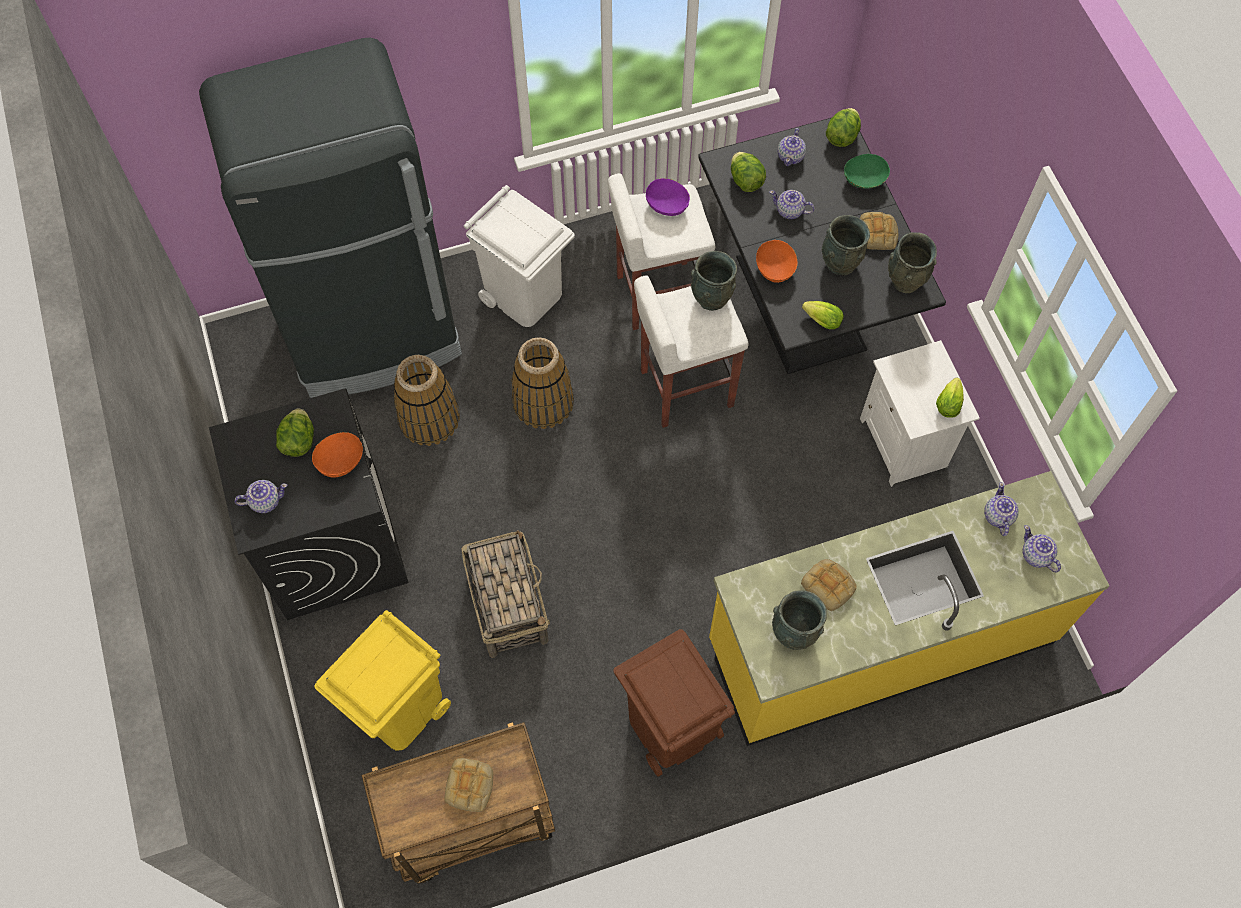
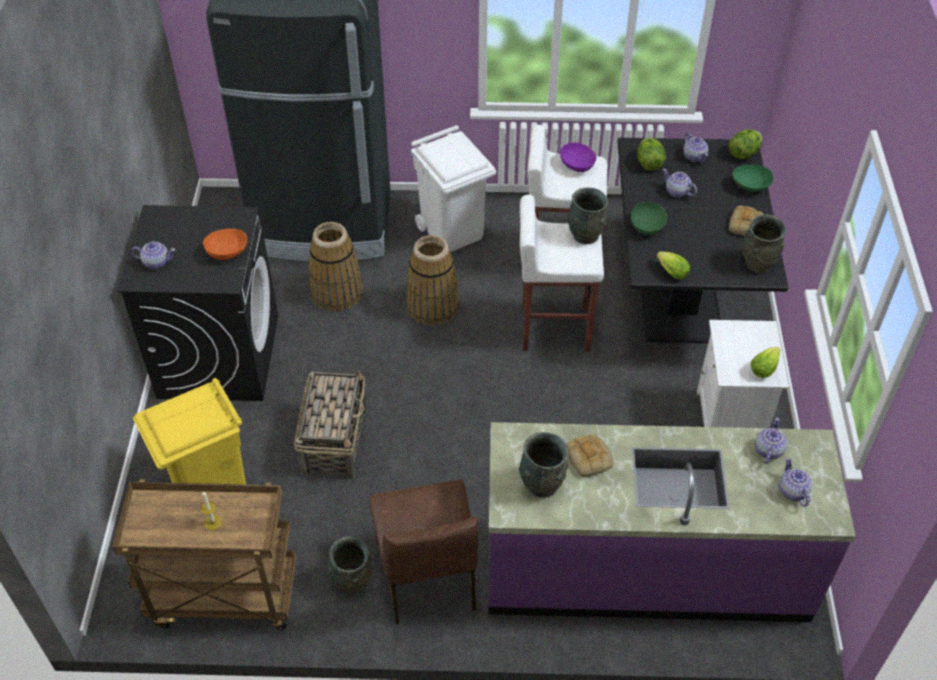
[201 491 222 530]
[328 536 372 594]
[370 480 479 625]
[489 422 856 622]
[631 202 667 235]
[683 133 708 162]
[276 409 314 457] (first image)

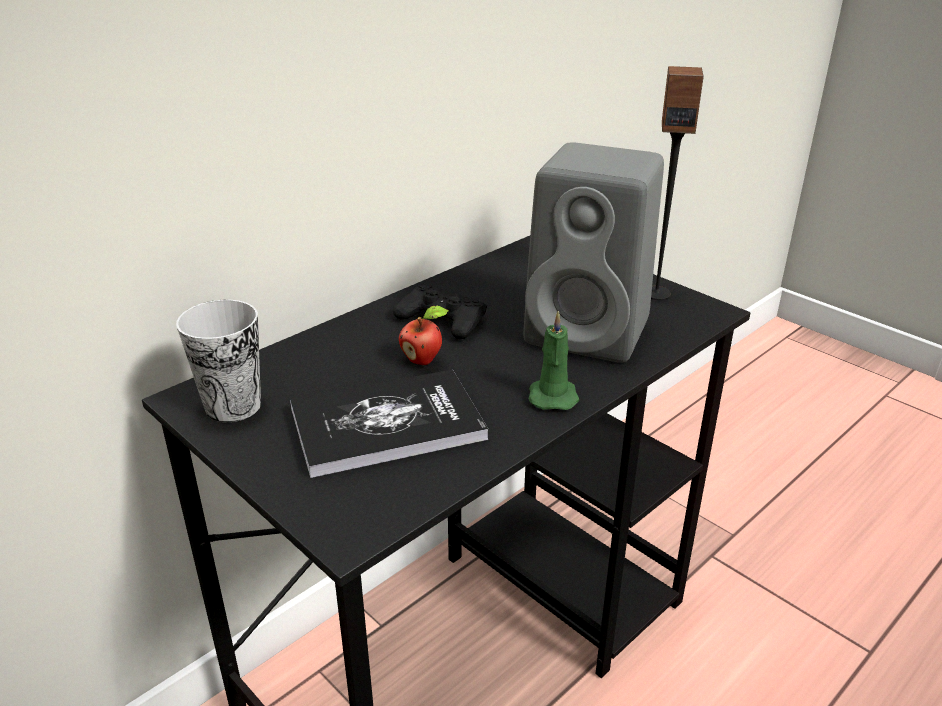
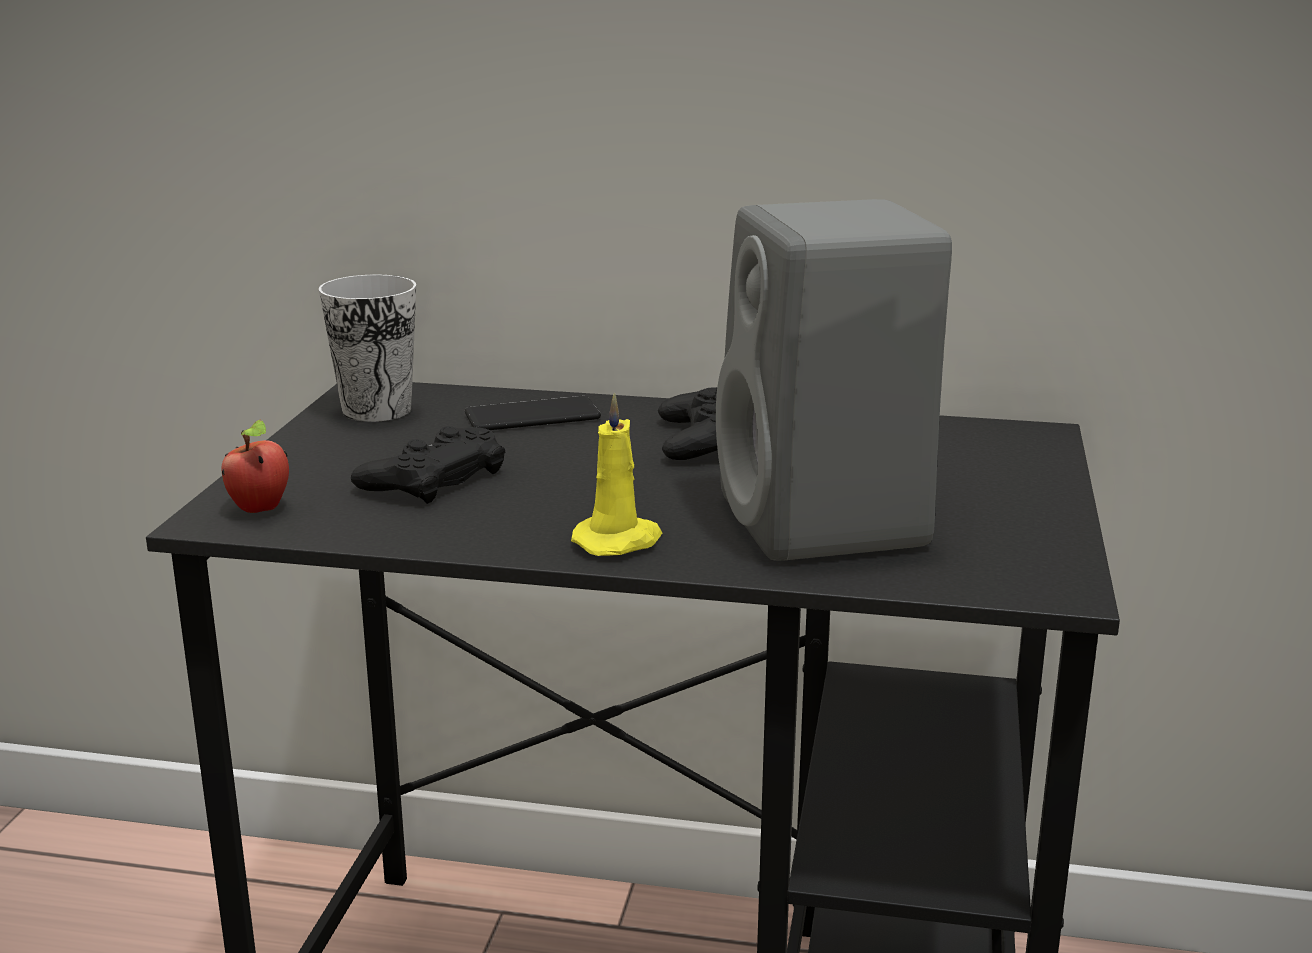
[222 420 289 513]
[351 426 505 504]
[465 396 601 430]
[571 392 662 556]
[651 66 704 300] (first image)

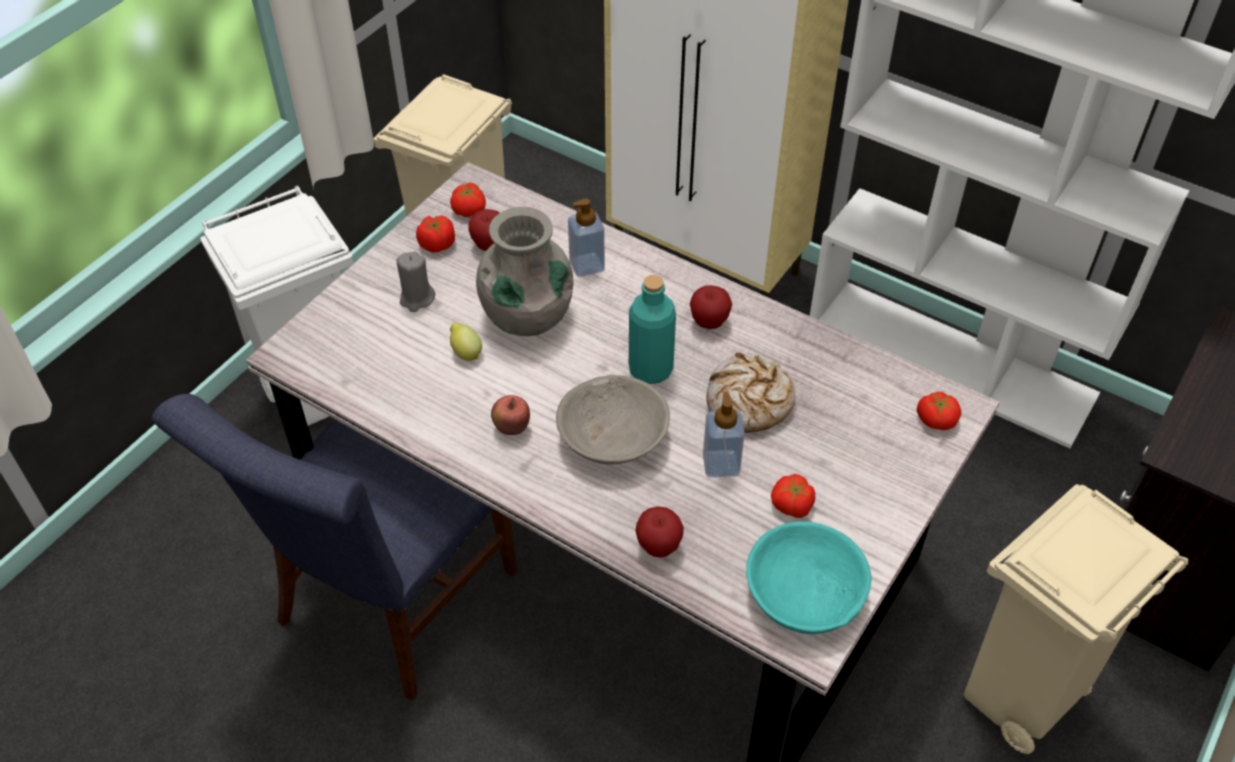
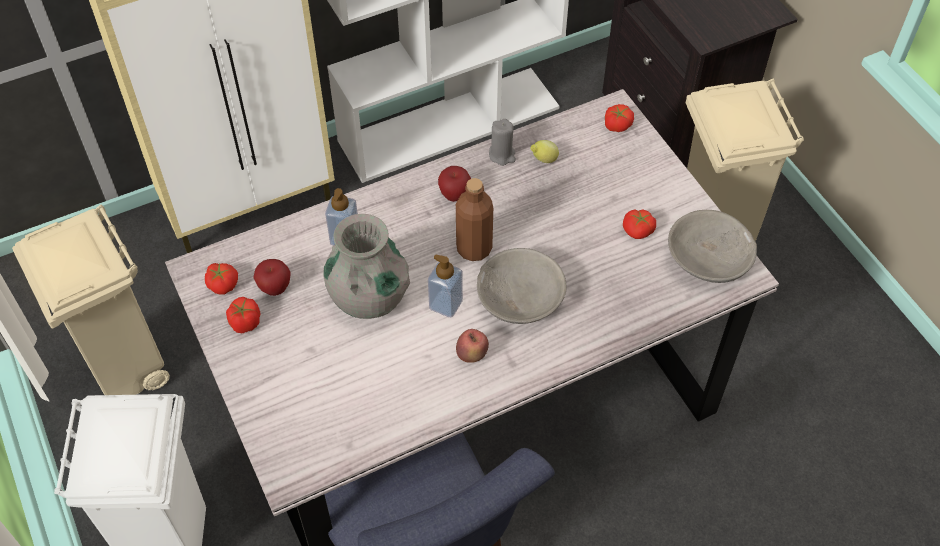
[428 254 463 317]
[456 178 493 261]
[489 119 516 166]
[530 140 559 163]
[668 210 757 283]
[635 506 684 558] (first image)
[706 352 795 433] (first image)

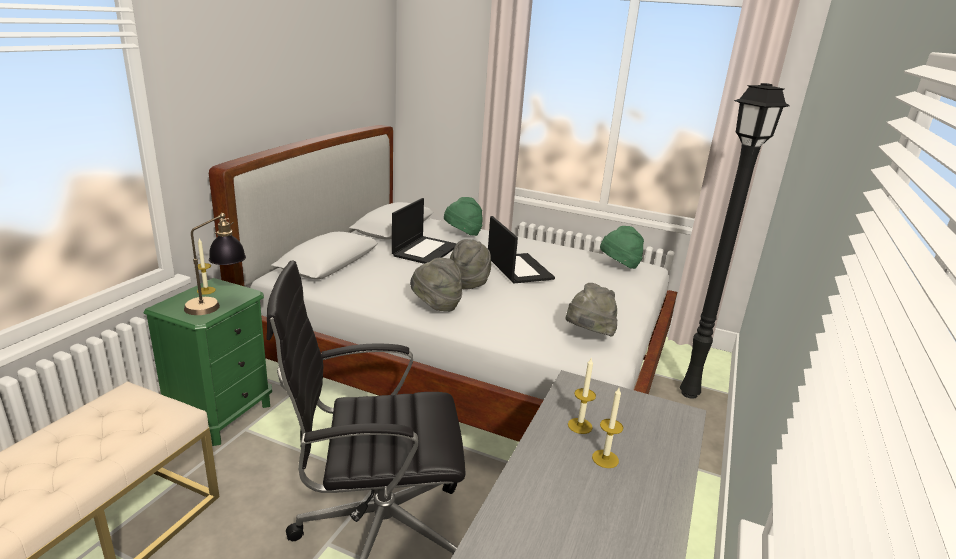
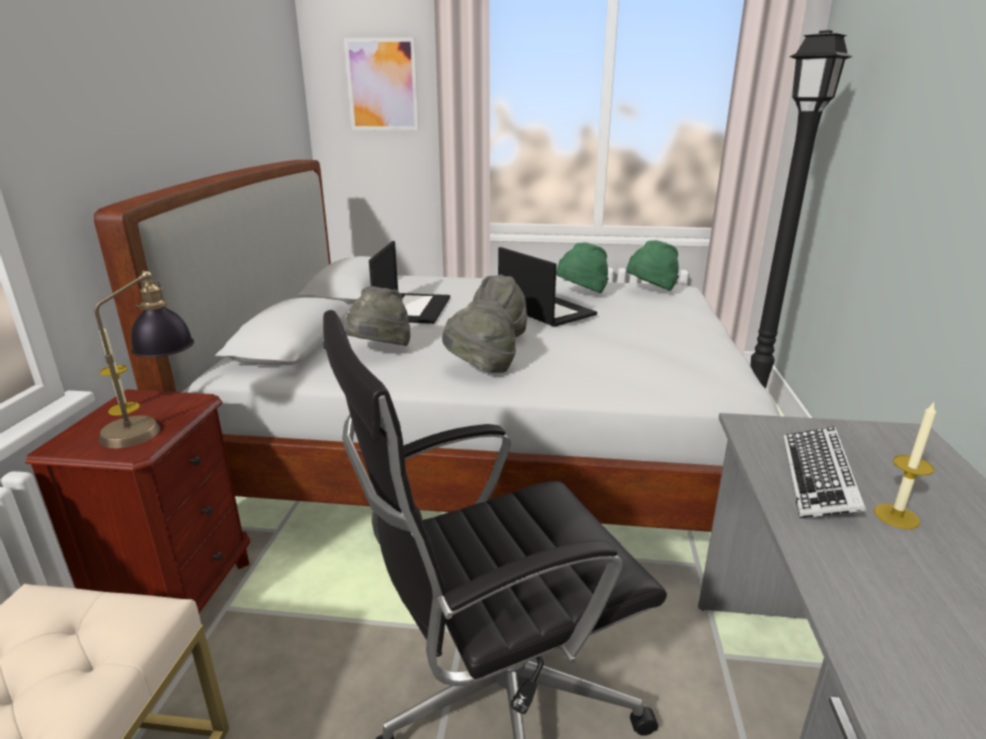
[25 389 250 613]
[344 37 419 131]
[345 286 411 346]
[556 242 609 293]
[783 427 866 518]

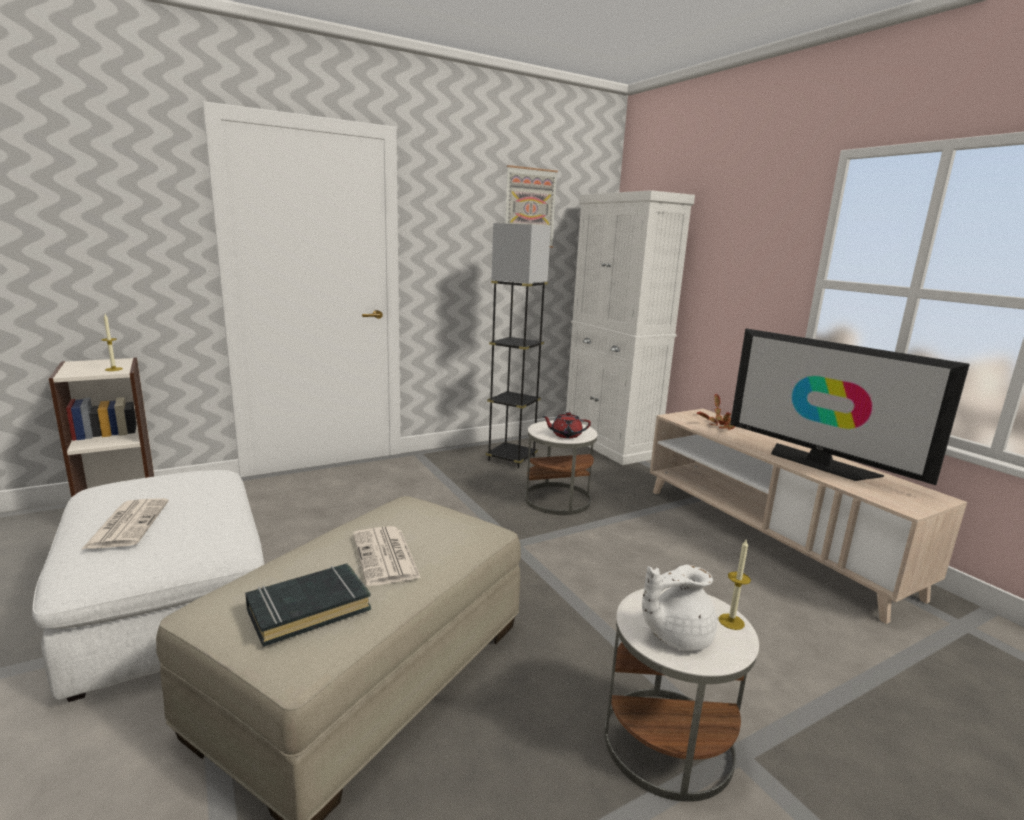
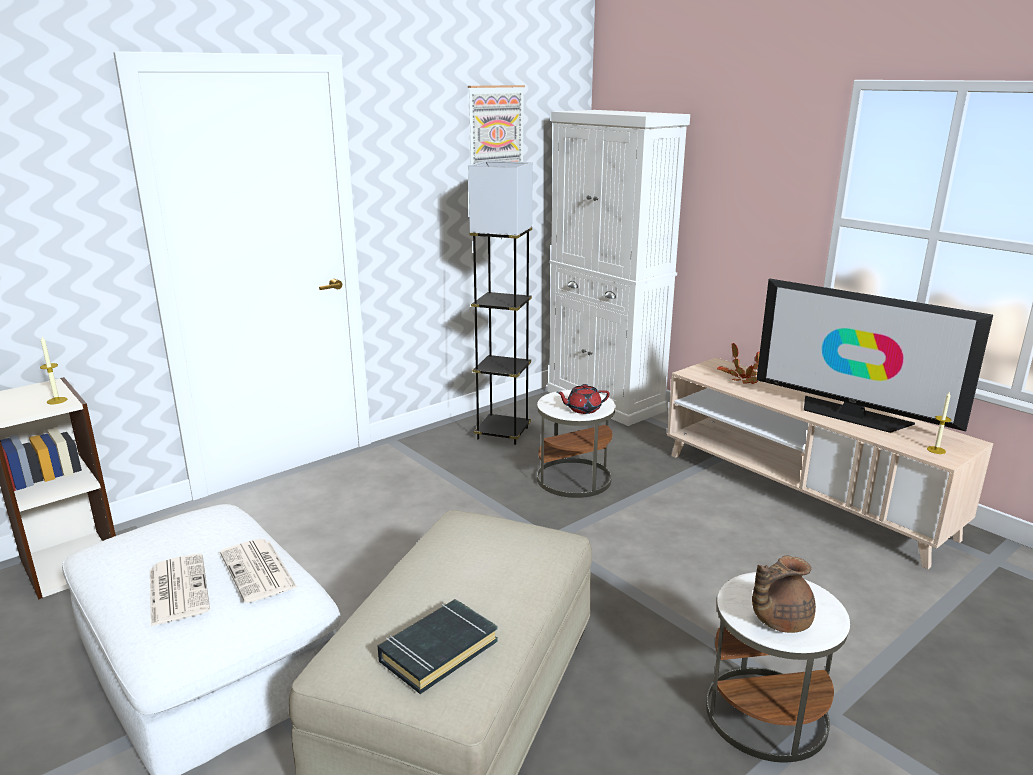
[220 539 298 603]
[752 556 816 633]
[927 392 952 454]

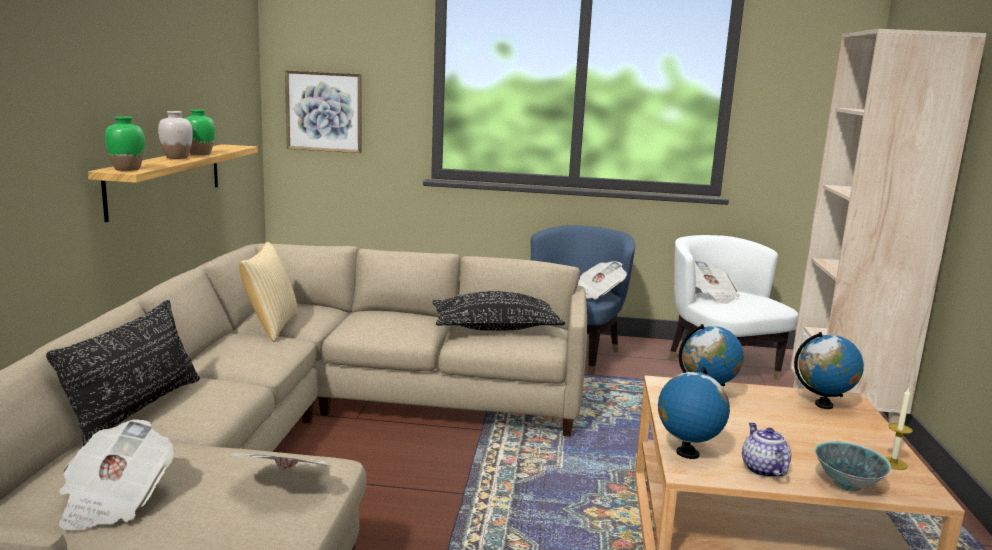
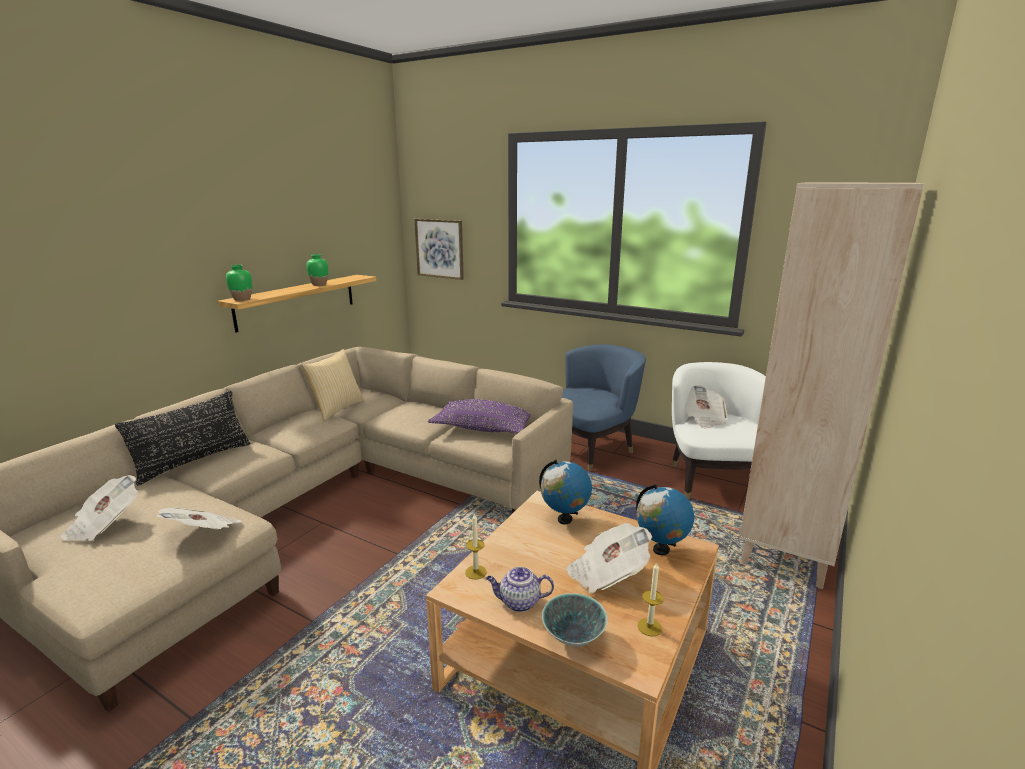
[428 399 531 434]
[465 513 487 579]
[486 567 554 612]
[566 523 652 594]
[158 111 193 159] (first image)

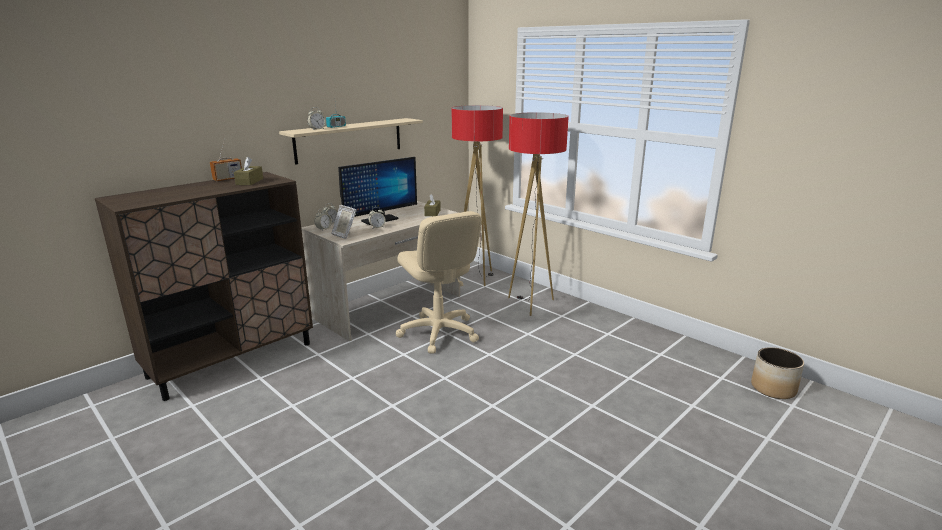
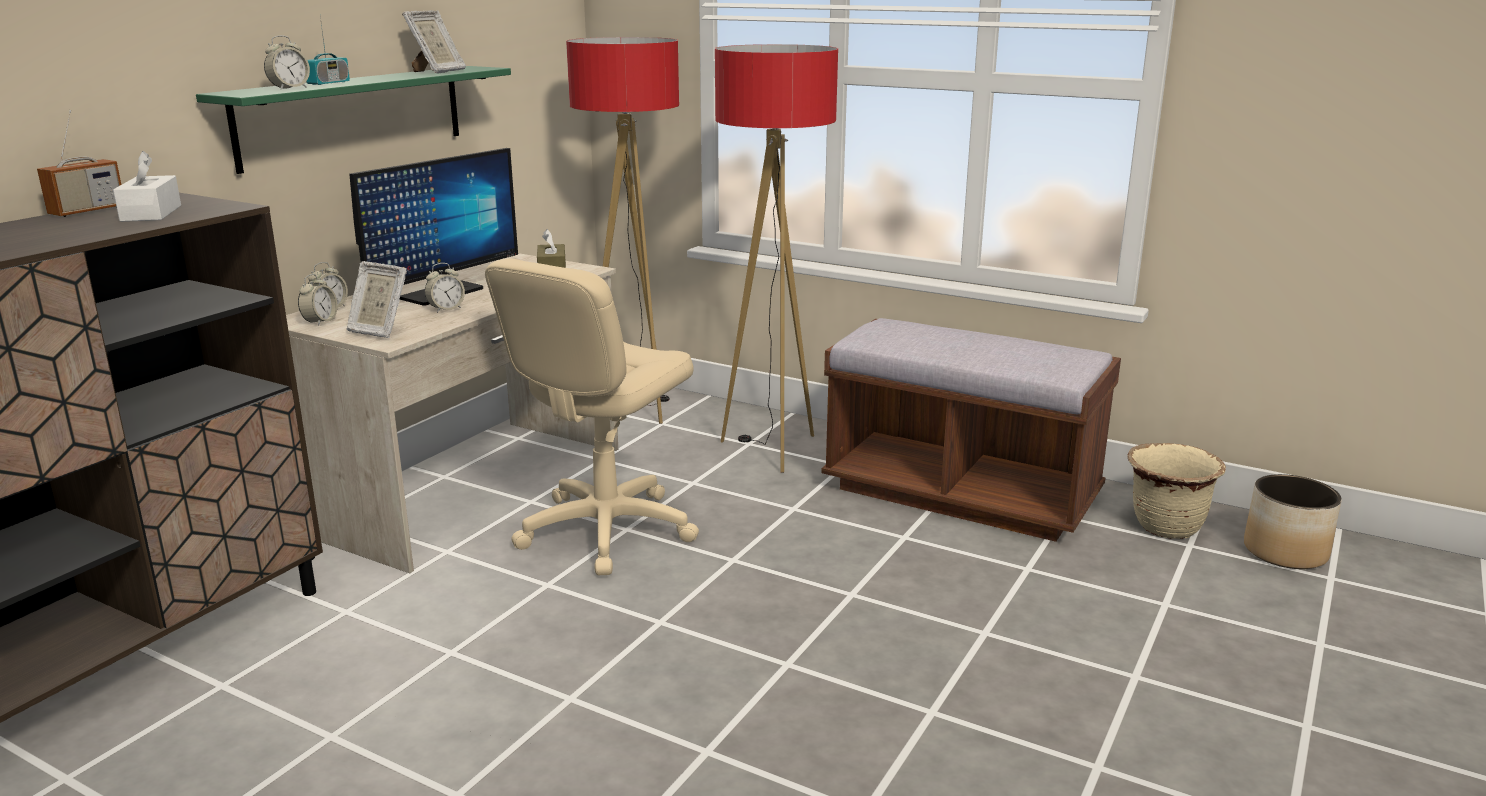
[113 151 181 222]
[196 66 511 174]
[402 10 466 74]
[485 258 699 575]
[821 318 1121 542]
[1127 443 1226 539]

